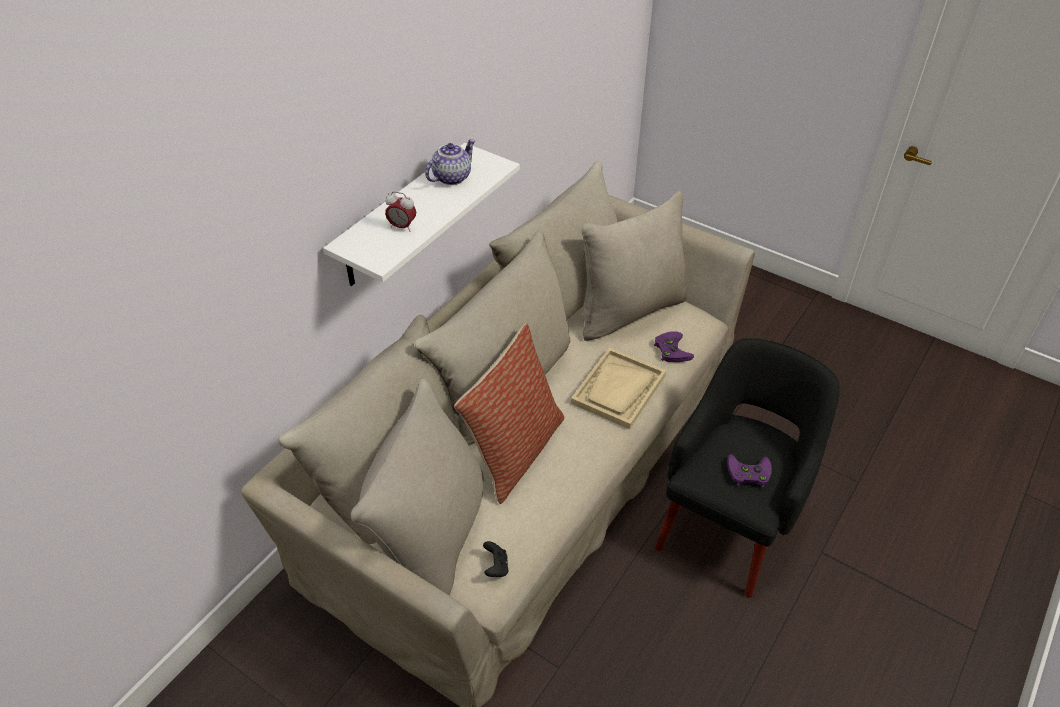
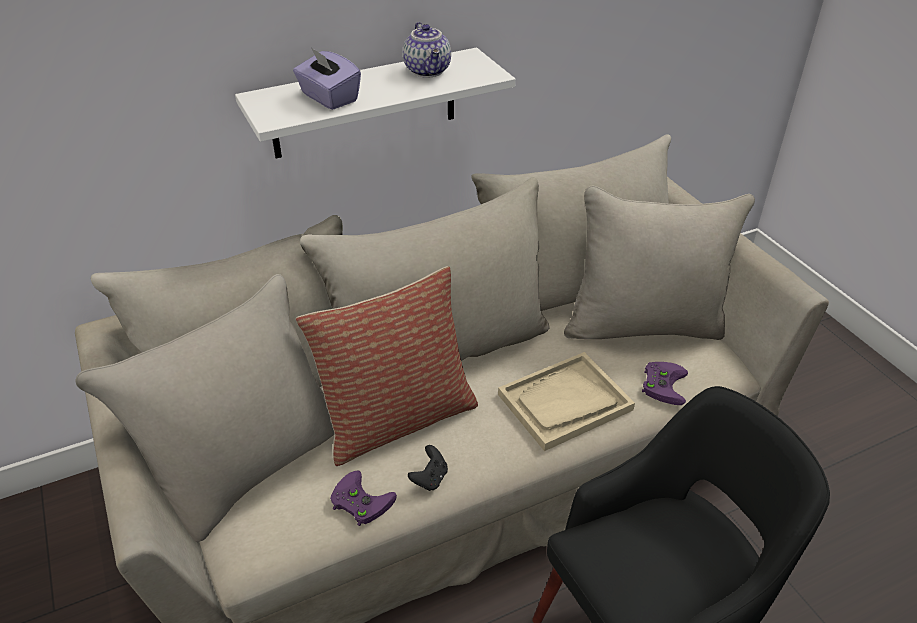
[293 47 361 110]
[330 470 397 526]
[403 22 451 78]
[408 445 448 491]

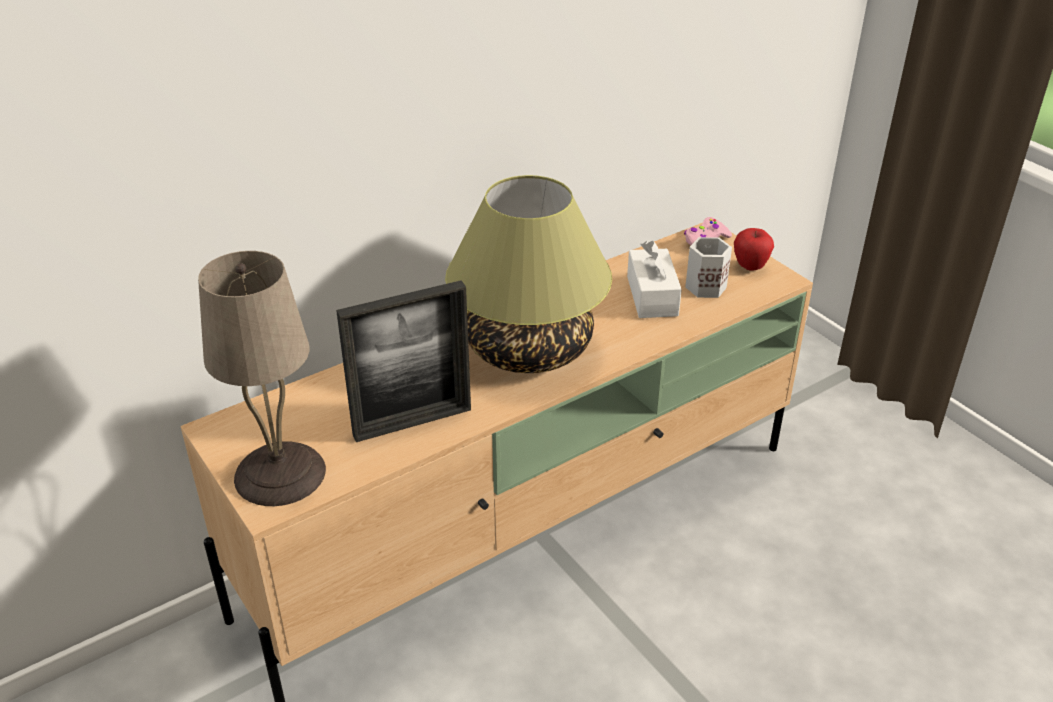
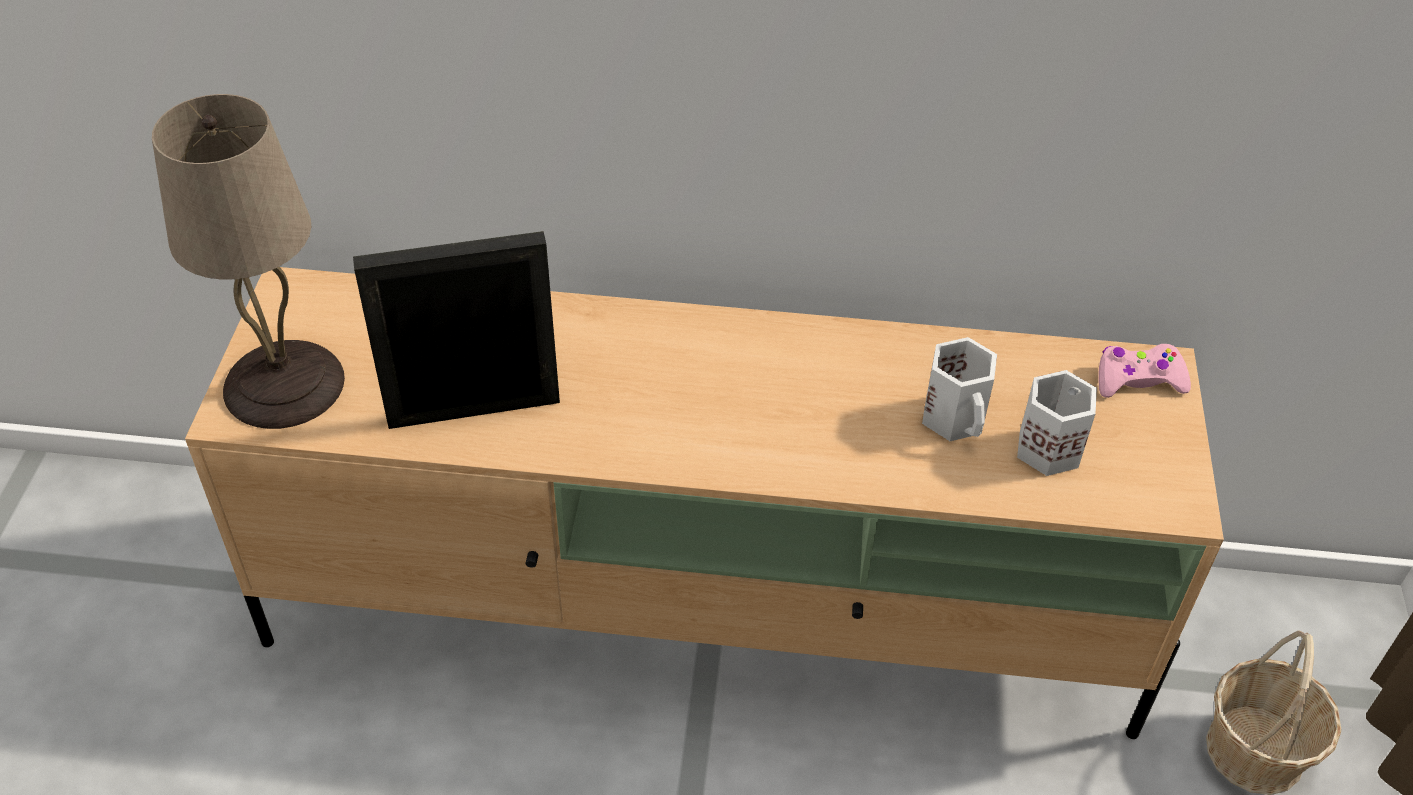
[353 231 560 429]
[922 337 997 441]
[1206 631 1341 795]
[445 175 612 373] (first image)
[734 228 774 271] (first image)

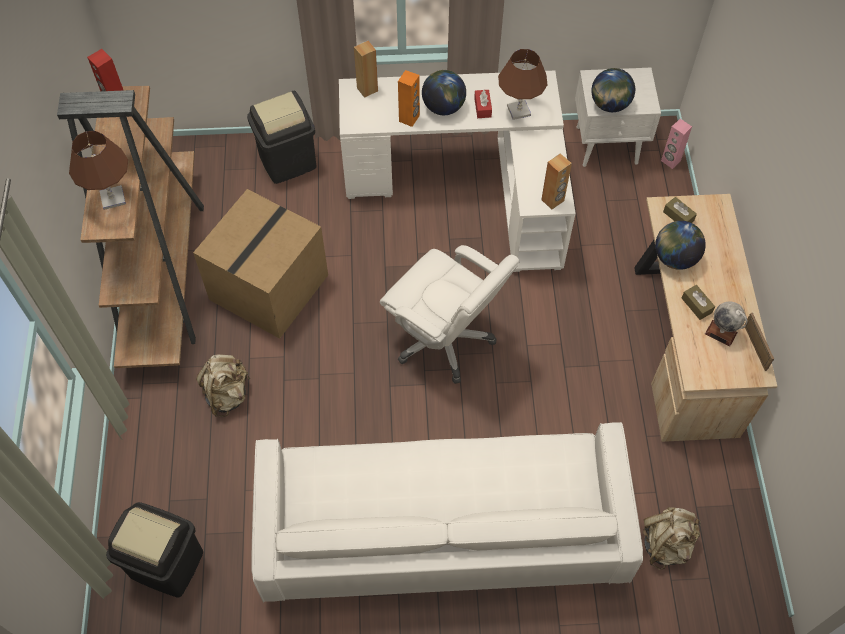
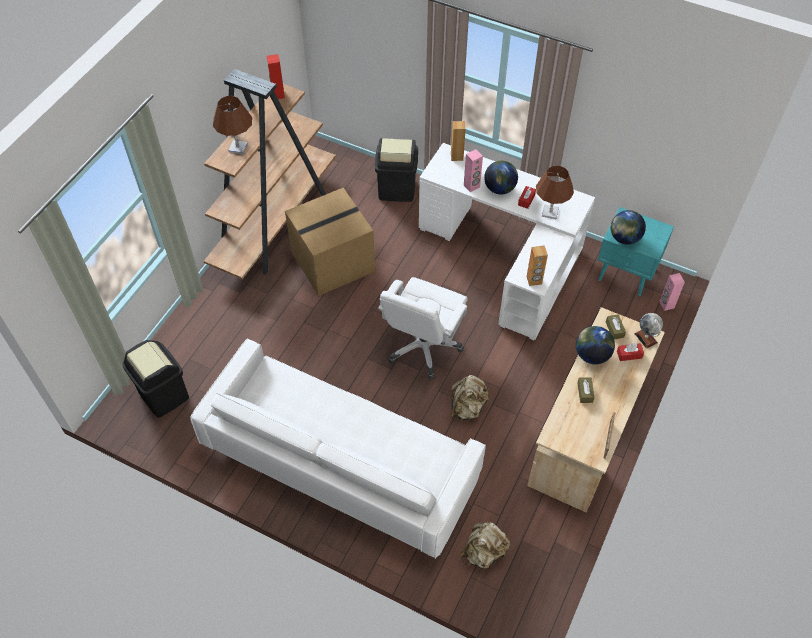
[378 277 468 379]
[451 375 489 422]
[464 149 483 192]
[598 207 674 296]
[617 343 644 361]
[634 313 663 349]

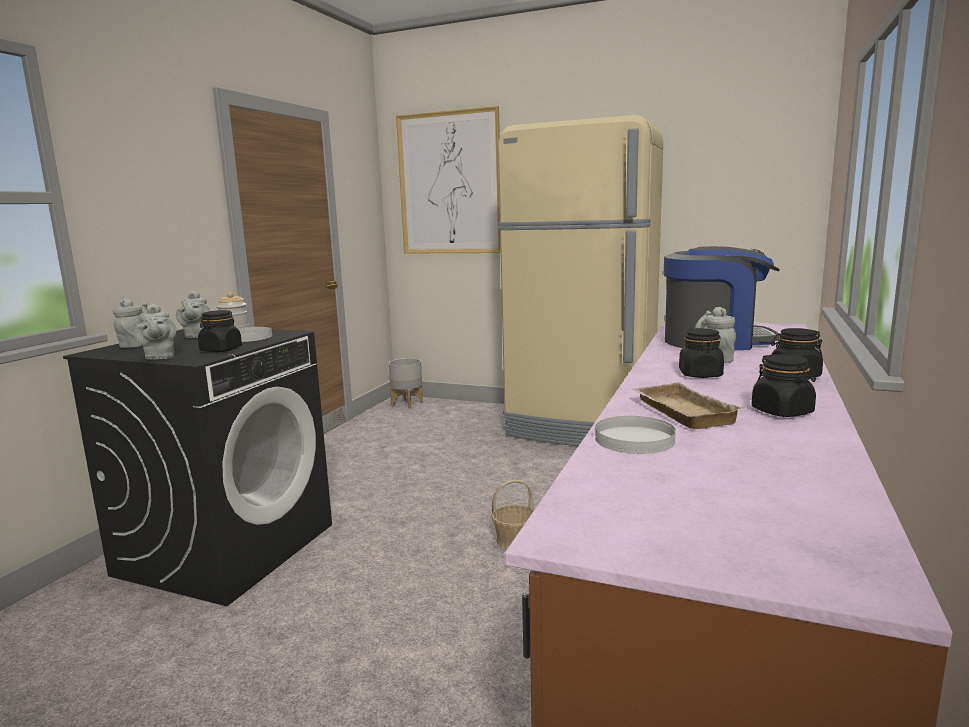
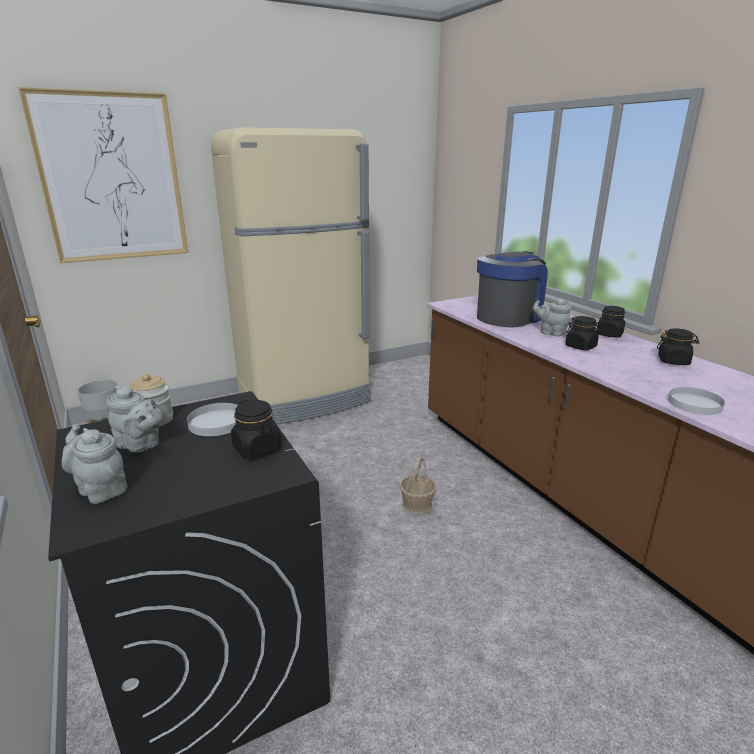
[134 304 176 359] (first image)
[632 382 744 429] (first image)

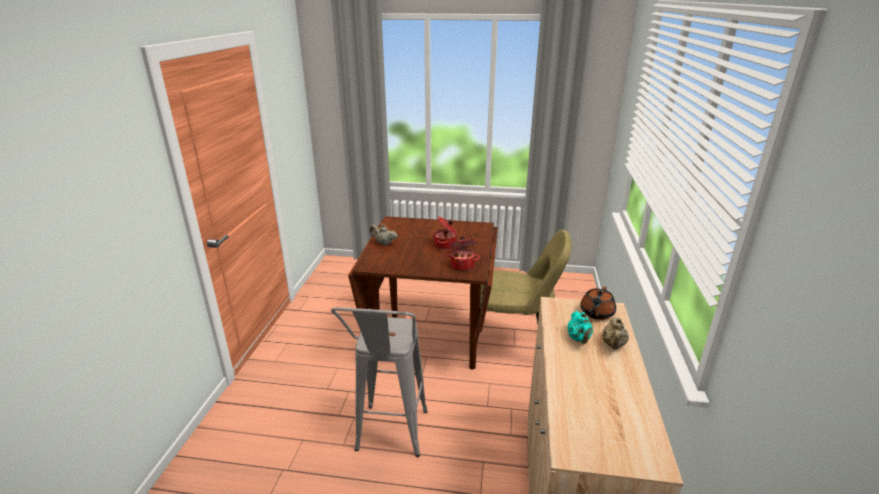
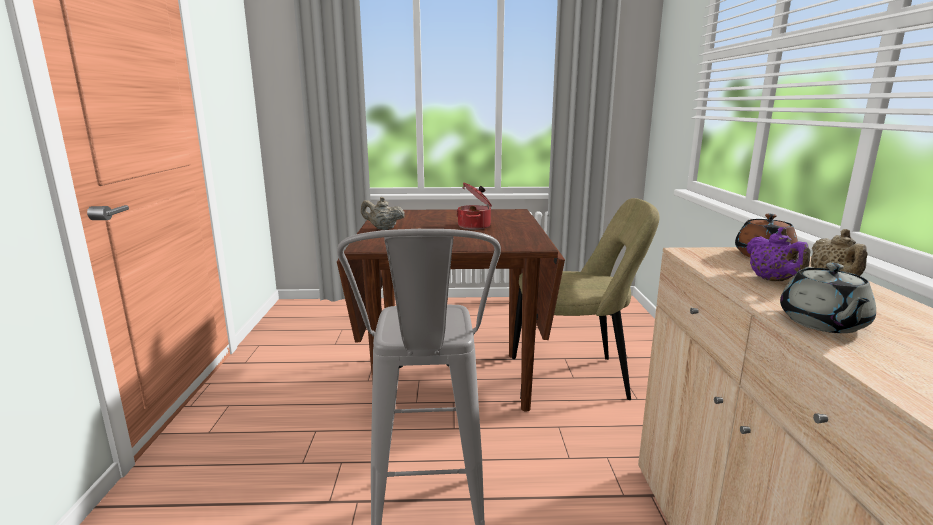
[746 227 810 281]
[780 263 876 333]
[446 237 480 271] (first image)

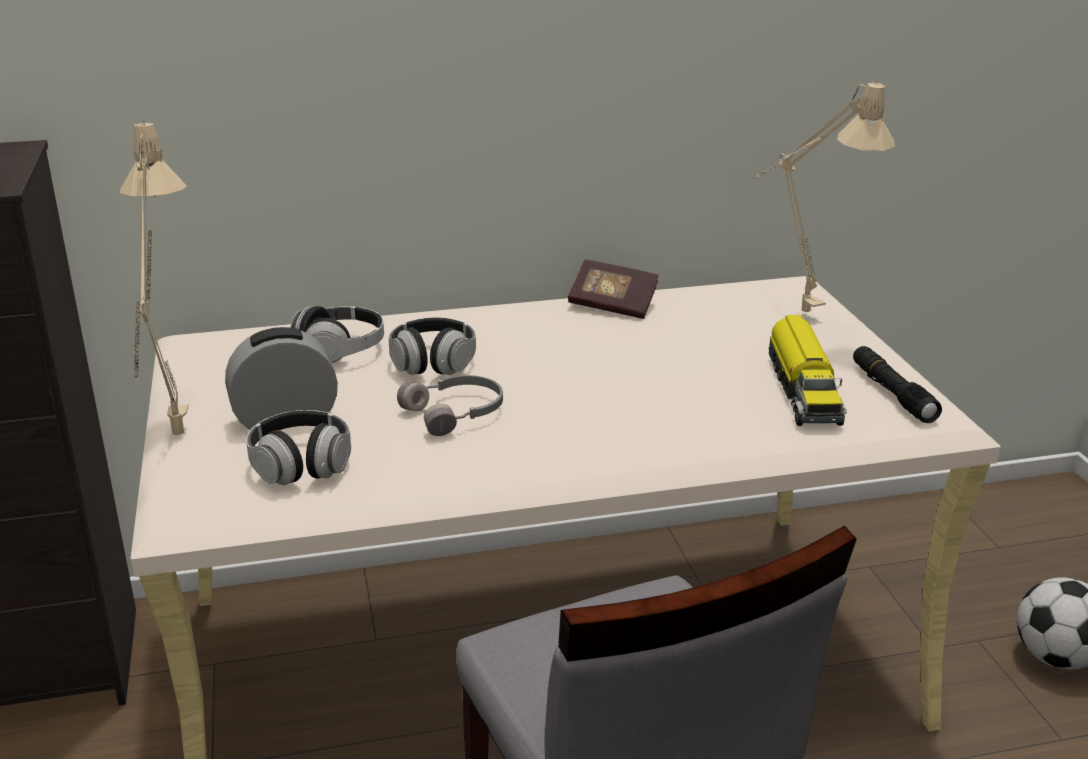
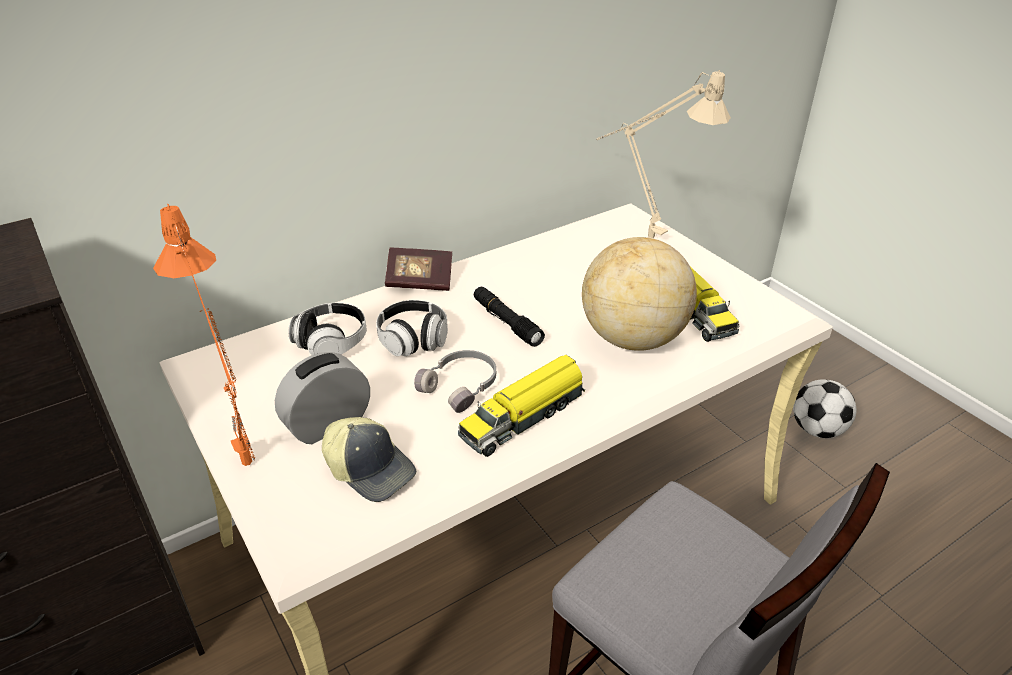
[153 204 255 466]
[322 417 416 502]
[385 248 452 291]
[458 355 585 457]
[474 287 545 347]
[582 237 697 351]

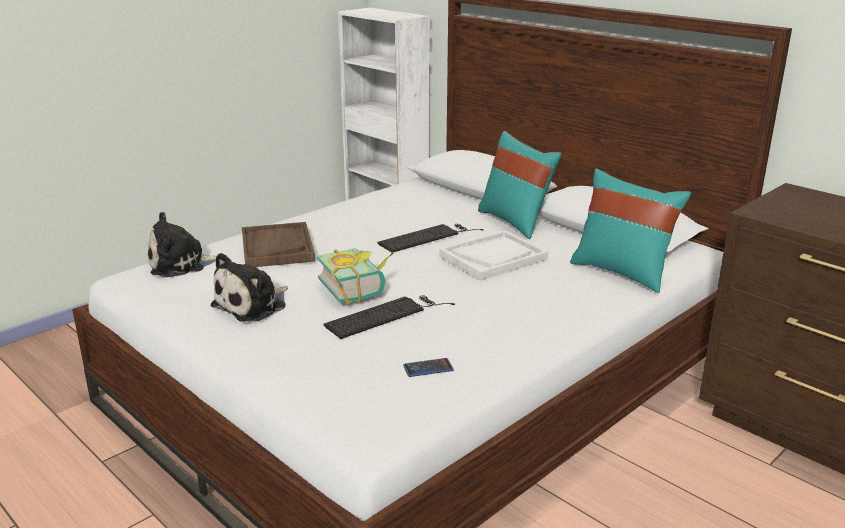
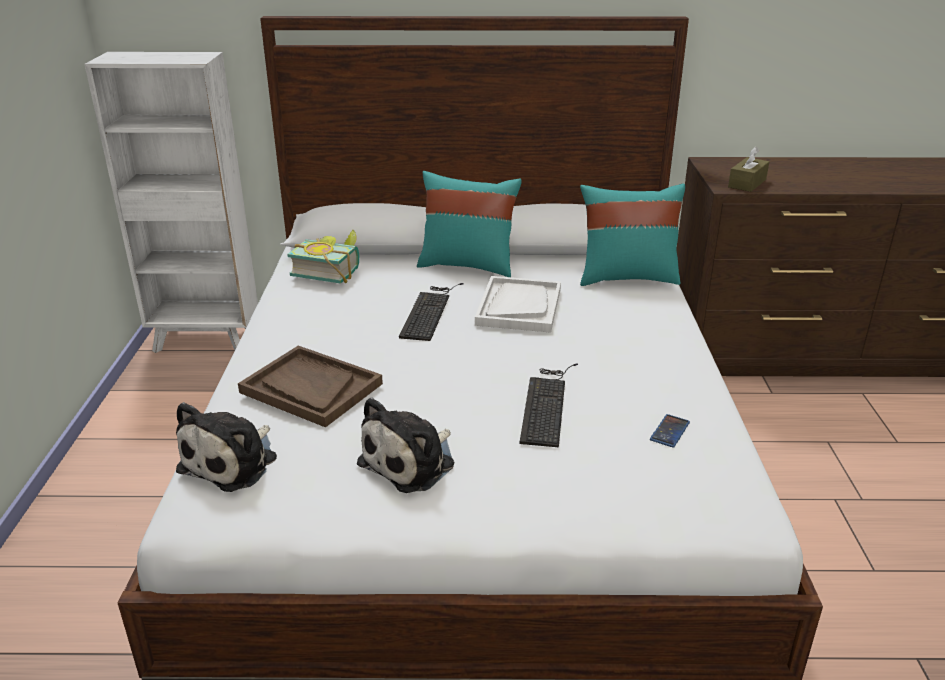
[287 230 359 284]
[357 397 454 493]
[728 146 769 192]

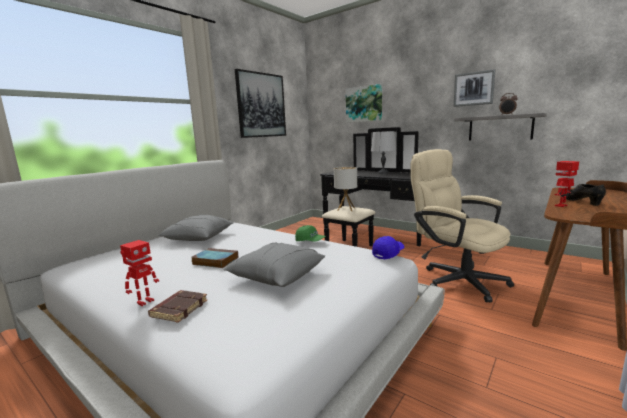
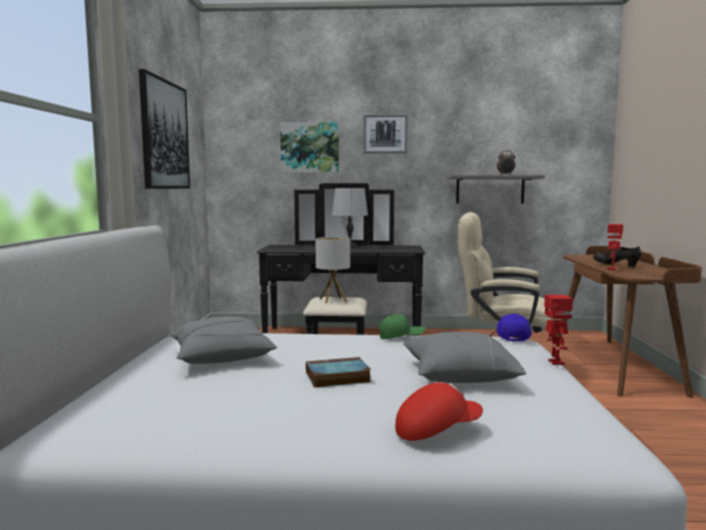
[363 114 408 153]
[395 382 483 441]
[544 295 573 365]

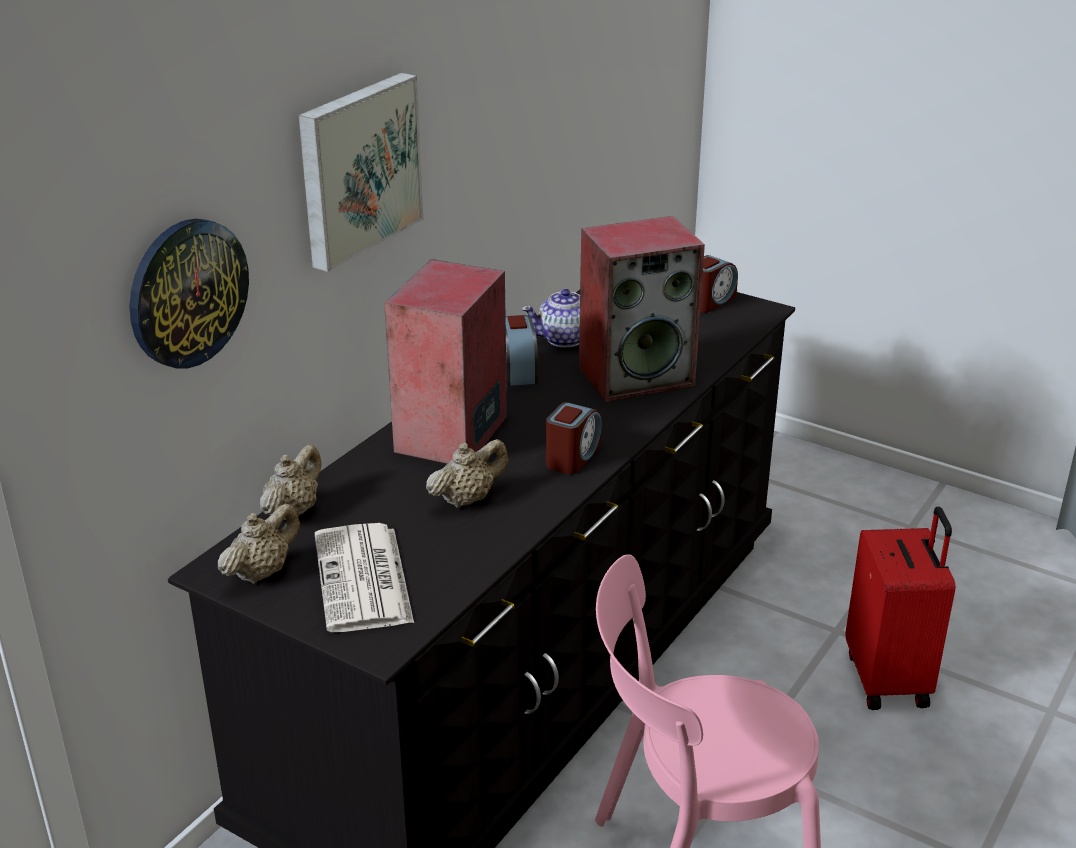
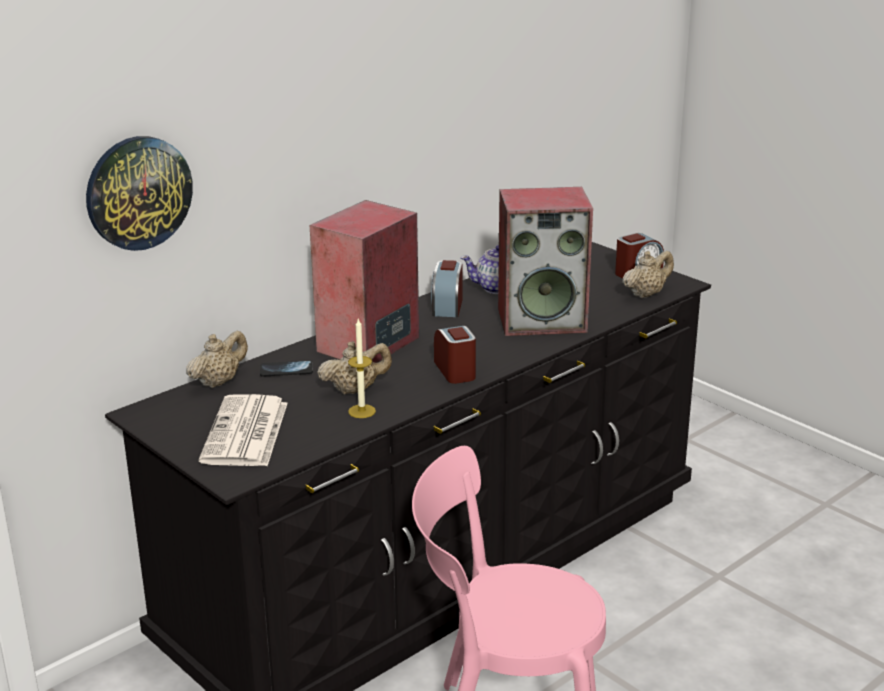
[260 360 313 377]
[348 319 376 418]
[434 326 476 384]
[622 251 674 298]
[299 73 423 272] (first image)
[846 507 955 710] (first image)

